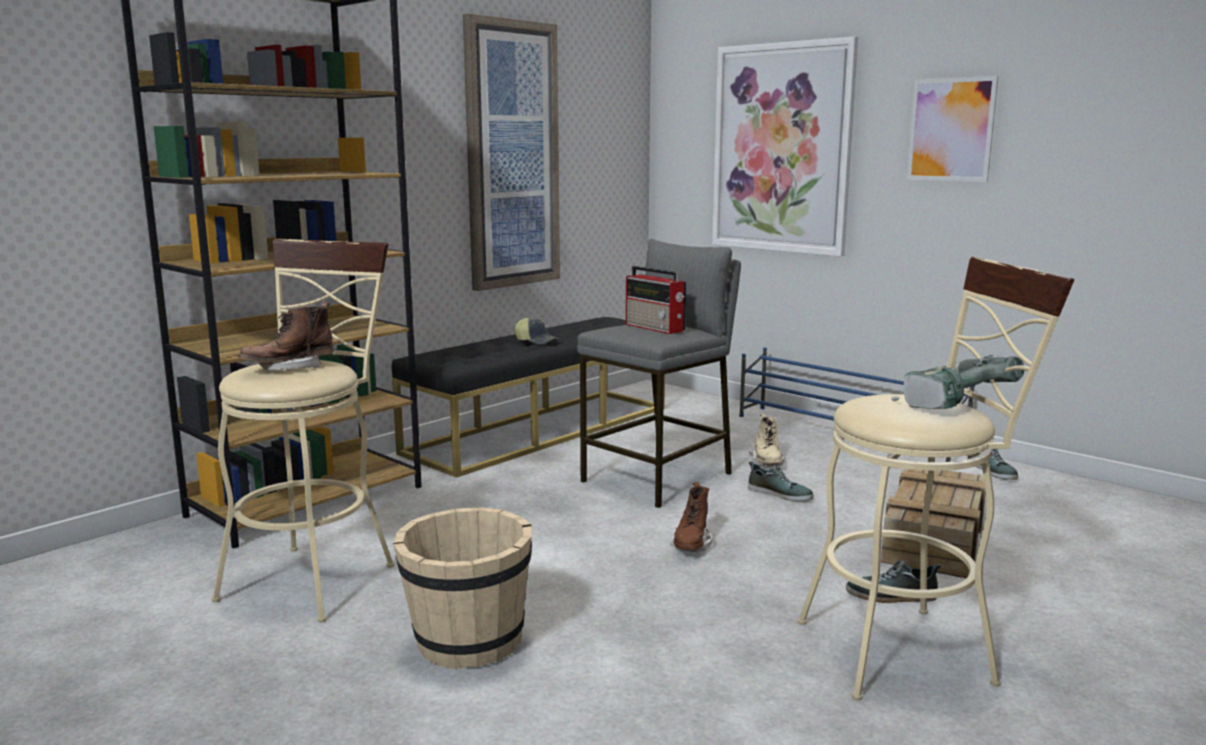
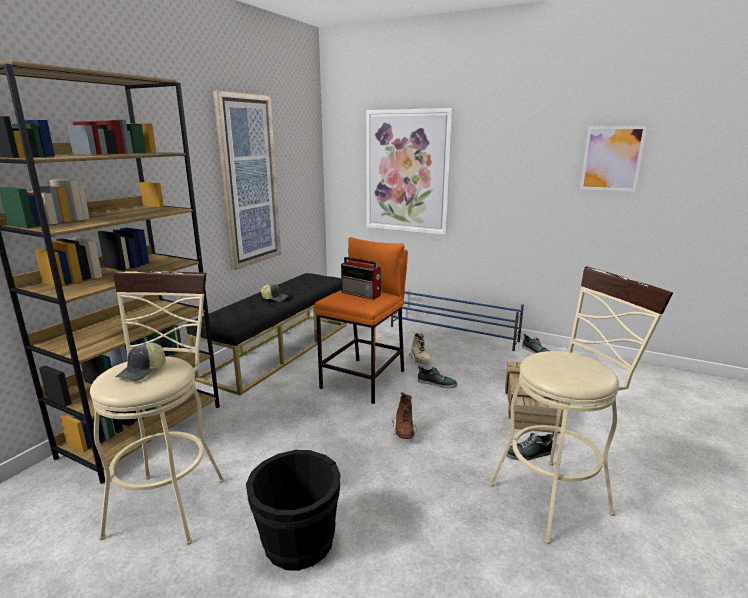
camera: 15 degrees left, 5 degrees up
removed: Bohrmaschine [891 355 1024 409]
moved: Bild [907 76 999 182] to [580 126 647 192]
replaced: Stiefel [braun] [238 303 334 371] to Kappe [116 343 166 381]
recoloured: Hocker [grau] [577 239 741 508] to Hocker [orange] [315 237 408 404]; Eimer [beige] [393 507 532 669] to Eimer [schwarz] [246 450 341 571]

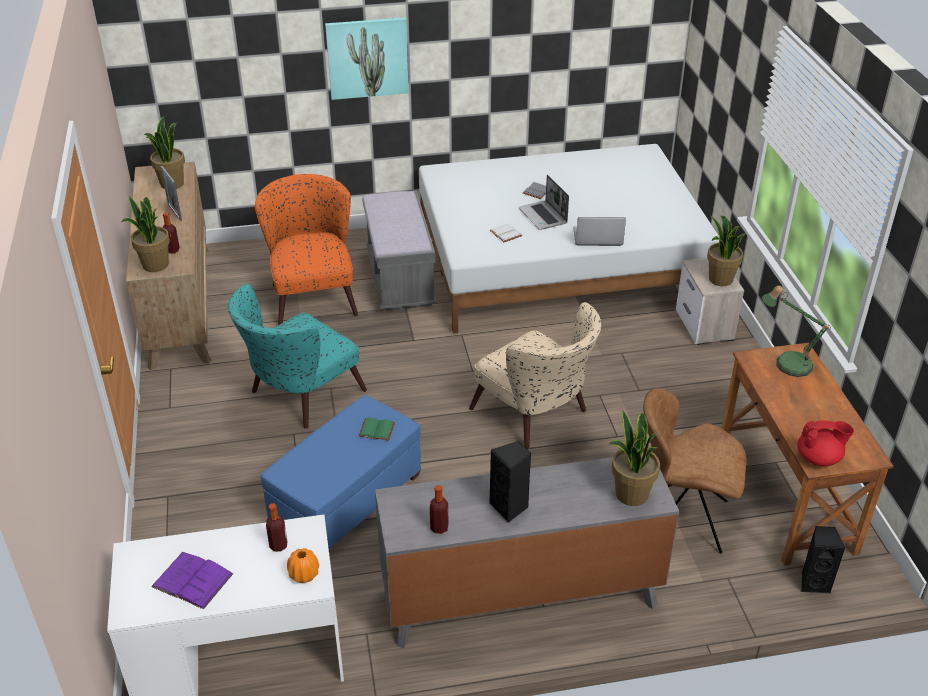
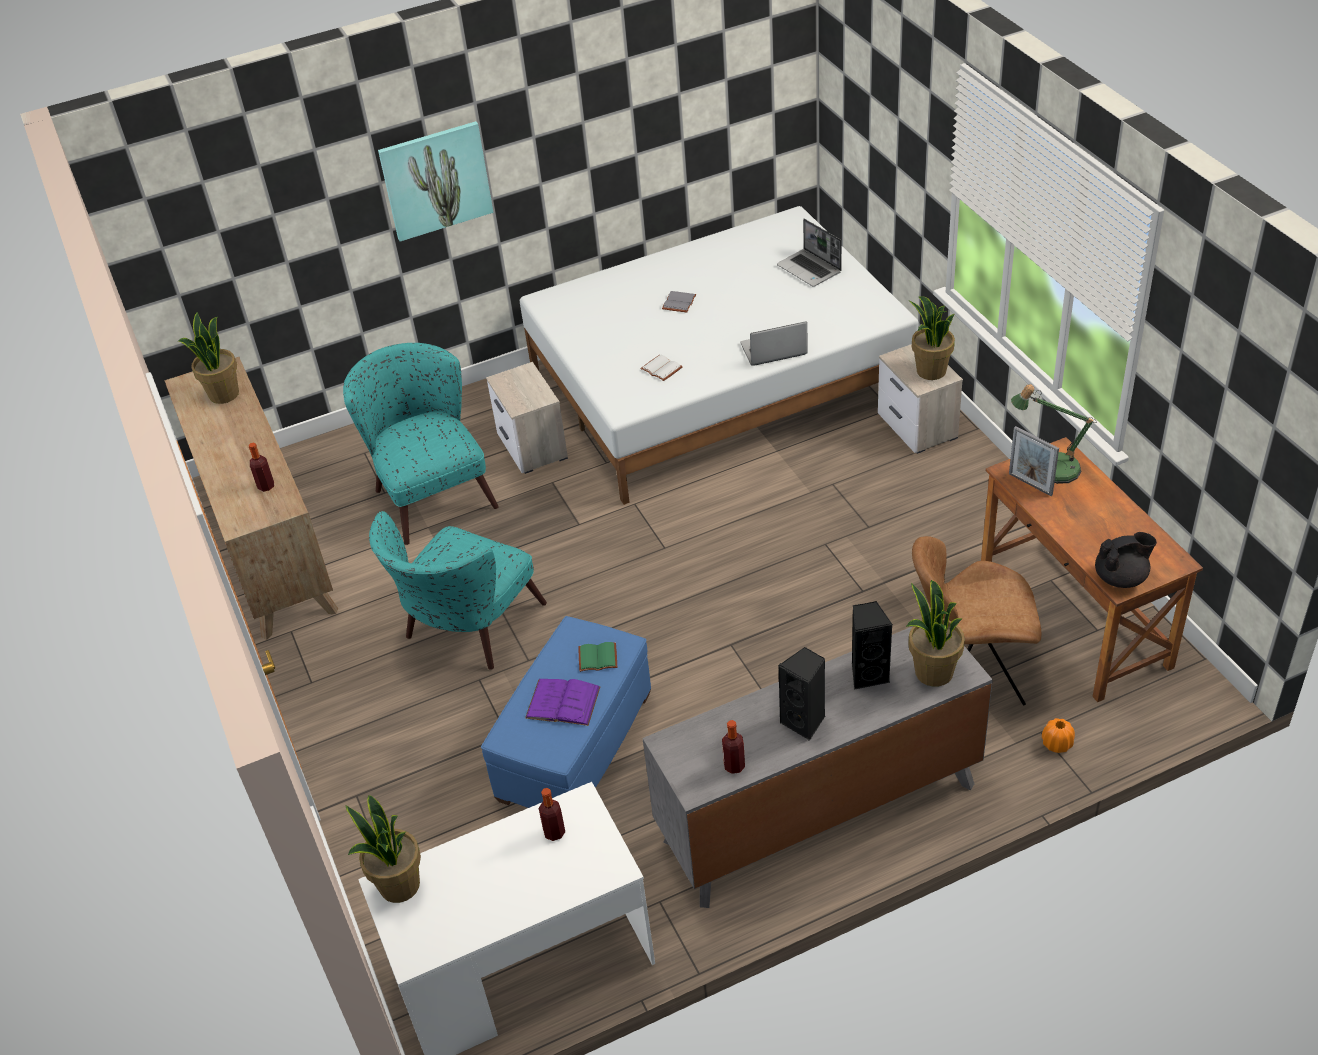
camera: 10 degrees left, 5 degrees up
removed: Sessel [beige] [469 302 601 449]
moved: Bilderrahmen [161 166 182 221] to [1009 426 1059 496]; Laptop [519 175 569 230] to [777 219 842 287]; Topfpflanze [121 196 170 272] to [345 795 421 903]; Lautsprecher [schwarz] [801 526 845 593] to [852 601 893 690]; Vase [orange] [287 548 319 583] to [1042 718 1075 753]; Buch [lila] [151 552 233 610] to [525 679 601 726]
replaced: Bank [grau] [362 190 436 311] to Nachttisch [486 362 568 474]
recoloured: Sessel [orange] [255 174 358 325] to Sessel [türkis] [343 343 499 545]; Teekanne [rot] [797 420 854 466] to Teekanne [schwarz] [1095 532 1157 588]

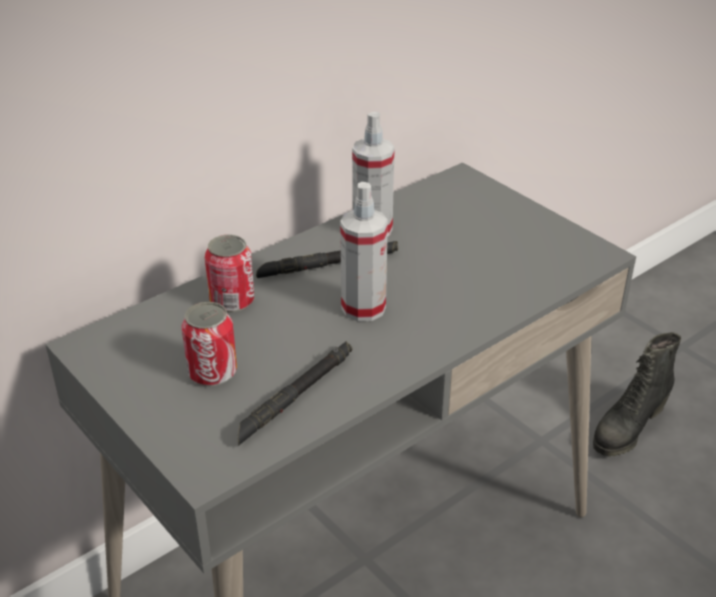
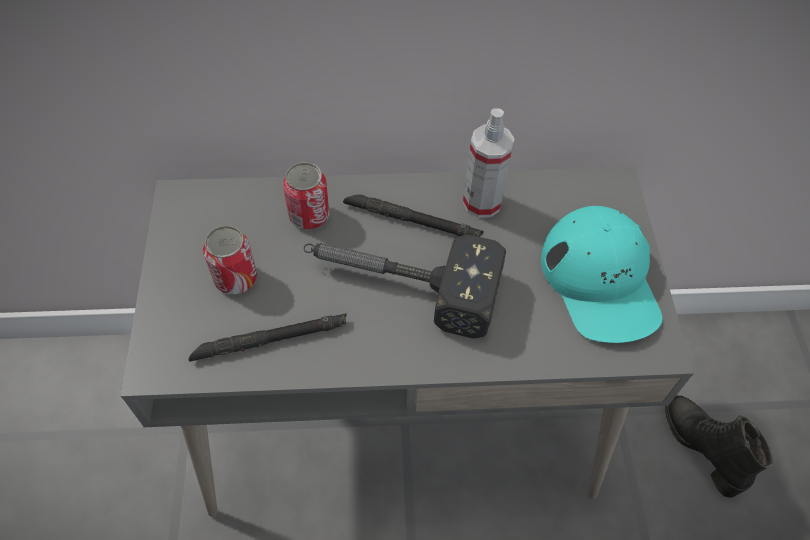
camera: 35 degrees right, 20 degrees up
added: Kappe [türkis] [541 206 662 343]
replaced: Sprühflasche [340 182 388 322] to Hammer [303 234 506 338]
turned: Stiefel [schwarz] [593 332 681 457] = [665 396 773 498] 75 degrees clockwise

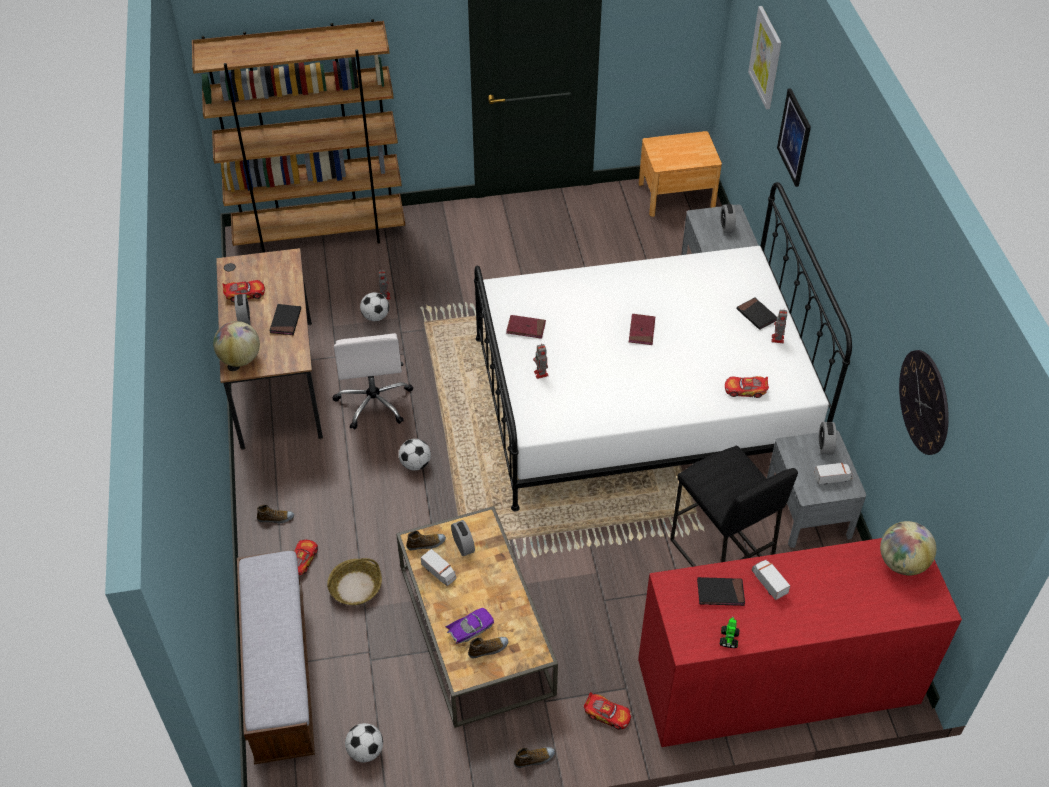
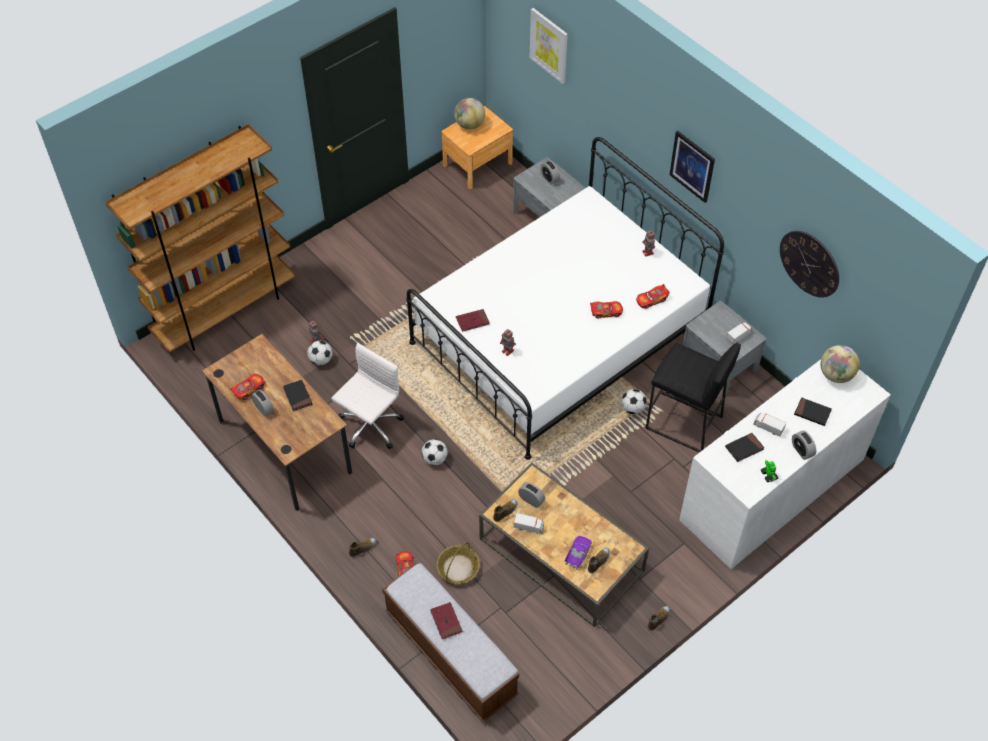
camera: 30 degrees left, 5 degrees up
moved: Bild [777 88 811 187] to [669 131 715 203]; Buch [schwarz] [737 298 777 330] to [794 398 832 426]; Buch [rot] [629 314 655 345] to [430 602 463 639]; Globus [213 321 260 367] to [454 98 485 130]; Wecker [819 422 836 455] to [792 431 816 460]; Spielzeugauto [584 692 631 730] to [590 301 623 319]; Fußball [345 723 383 762] to [621 389 647 414]
recoloured: Kommode [rot] [638 538 962 747] to Kommode [weiß] [679 359 891 569]
turned: Bürostuhl [weiß] [333 333 413 430] = [332 343 404 449] 105 degrees counterclockwise

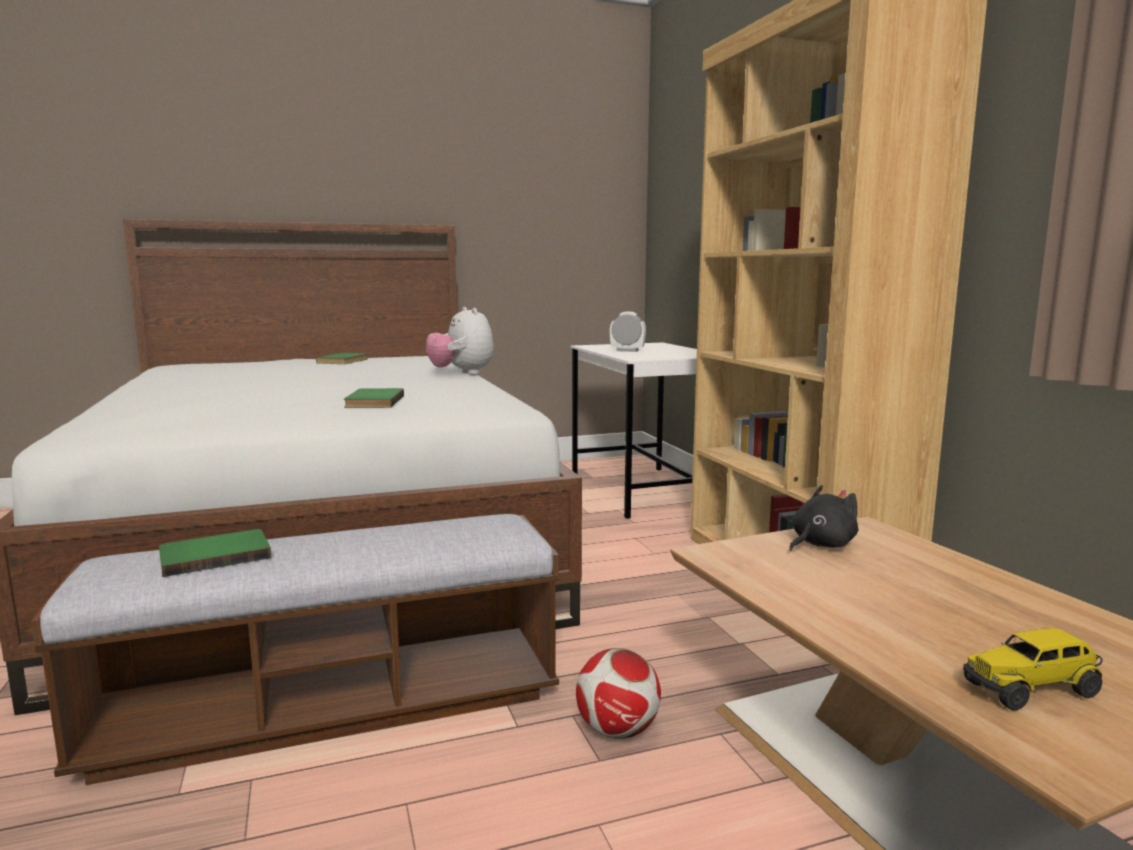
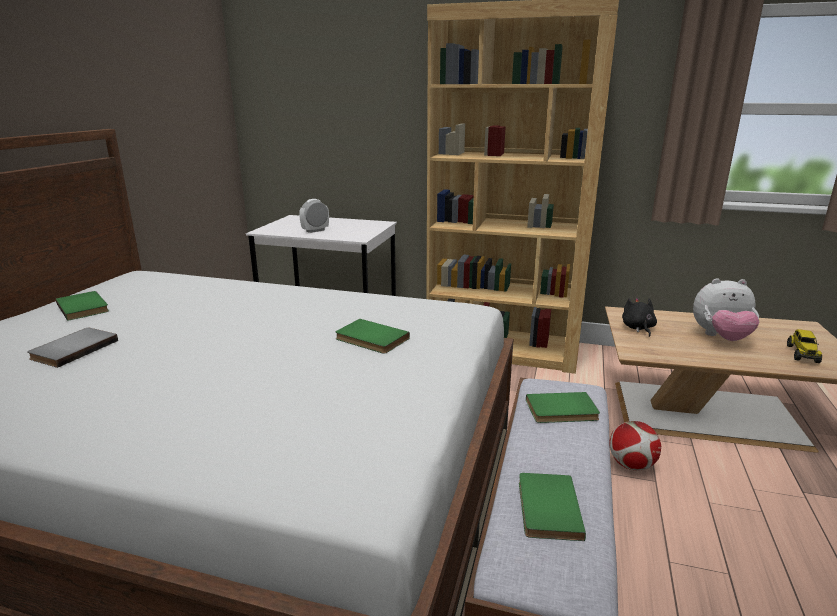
camera: 55 degrees left, 10 degrees up
added: Buch [grau] [28 328 118 368]; Buch [grün] [526 392 600 423]
moved: Plüschtier [426 307 494 375] to [693 278 759 341]

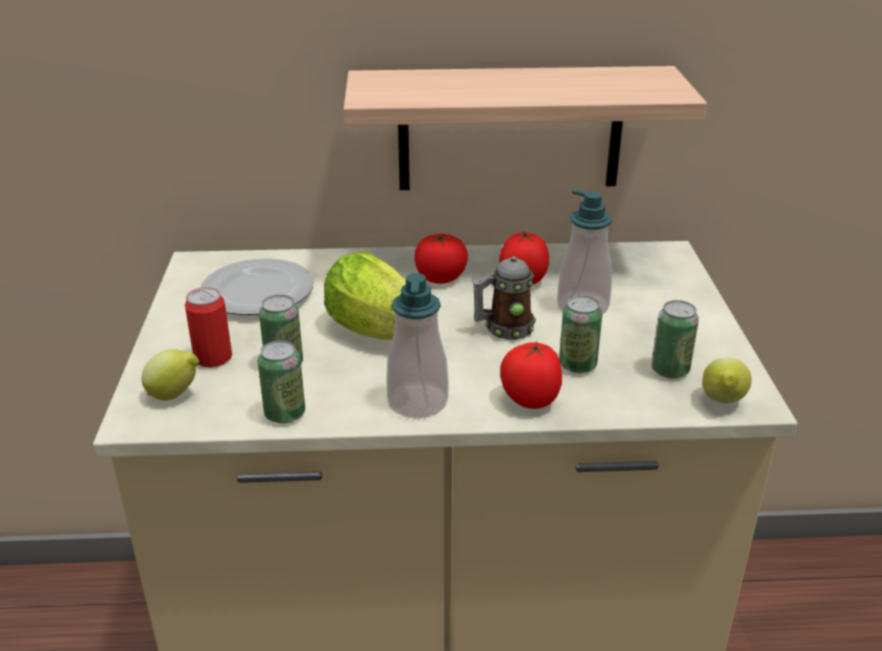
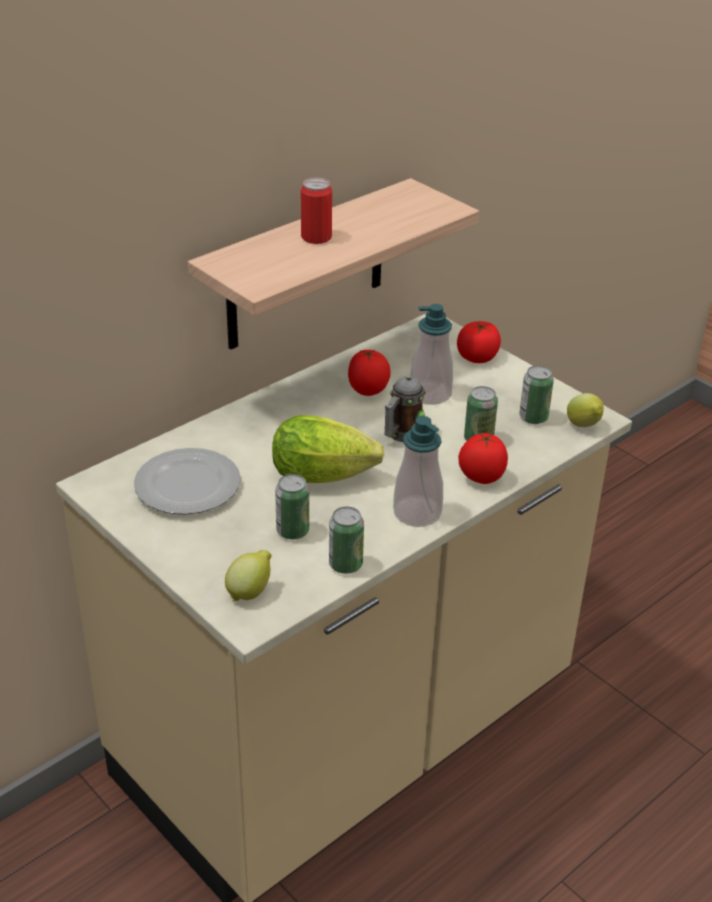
camera: 40 degrees left, 5 degrees up
moved: Tomate [414 234 468 284] to [457 321 501 363]; Dose [185 287 232 367] to [301 177 332 244]

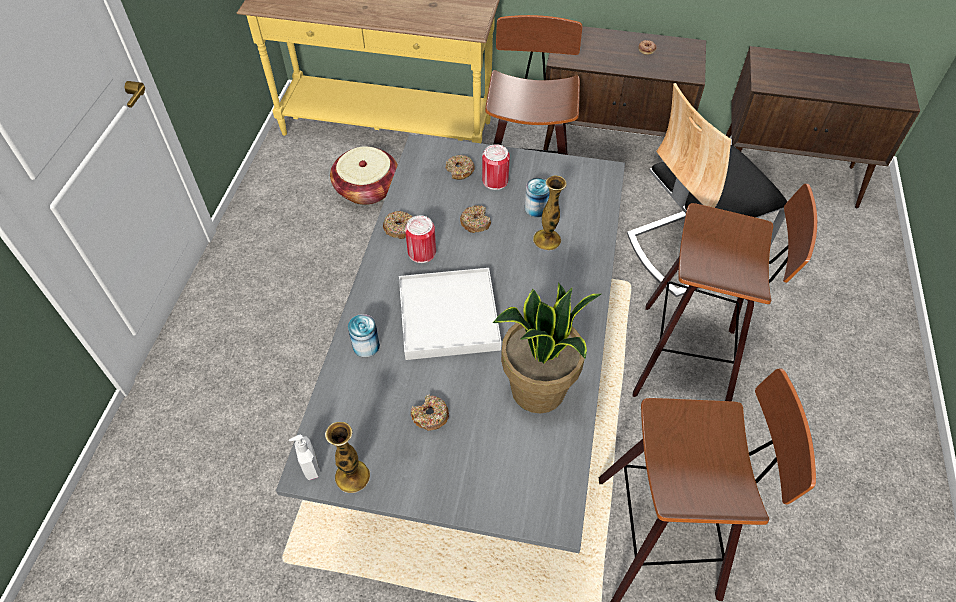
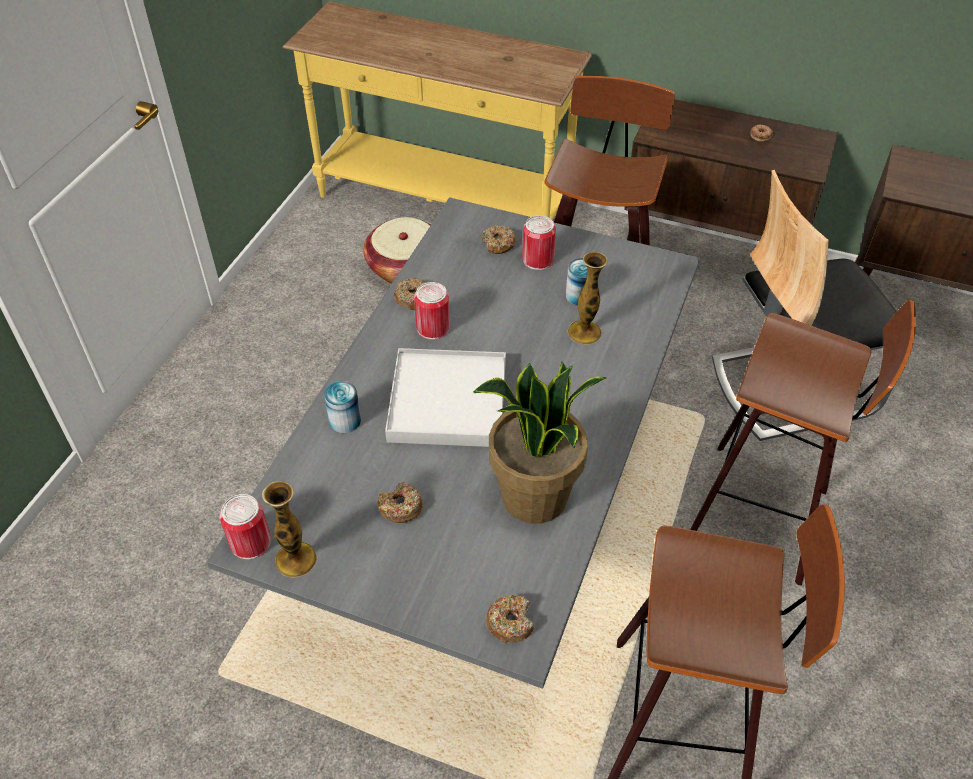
camera: 10 degrees right, 5 degrees down
moved: Donut [460 205 491 233] to [486 595 534 642]
replaced: Seifenspender [289 435 320 480] to Dose [220 494 271 560]

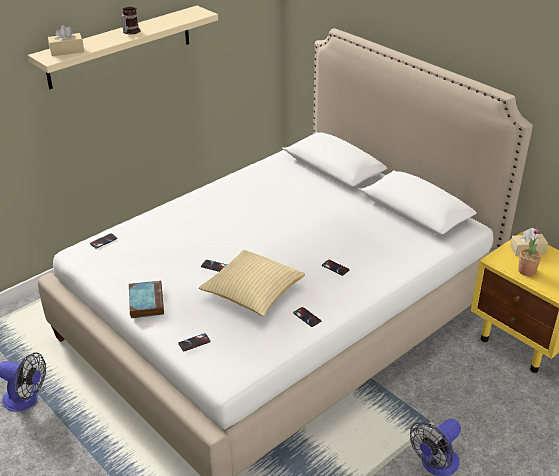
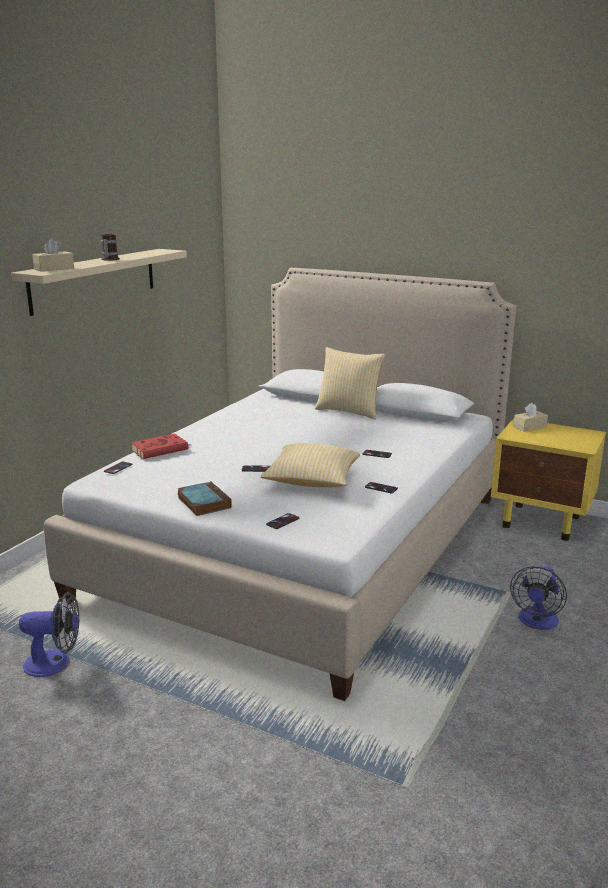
camera: 20 degrees left, 15 degrees down
removed: Topfpflanze [518 228 541 276]
added: Kissen [315 347 386 419]; Buch [rot] [131 434 191 459]

